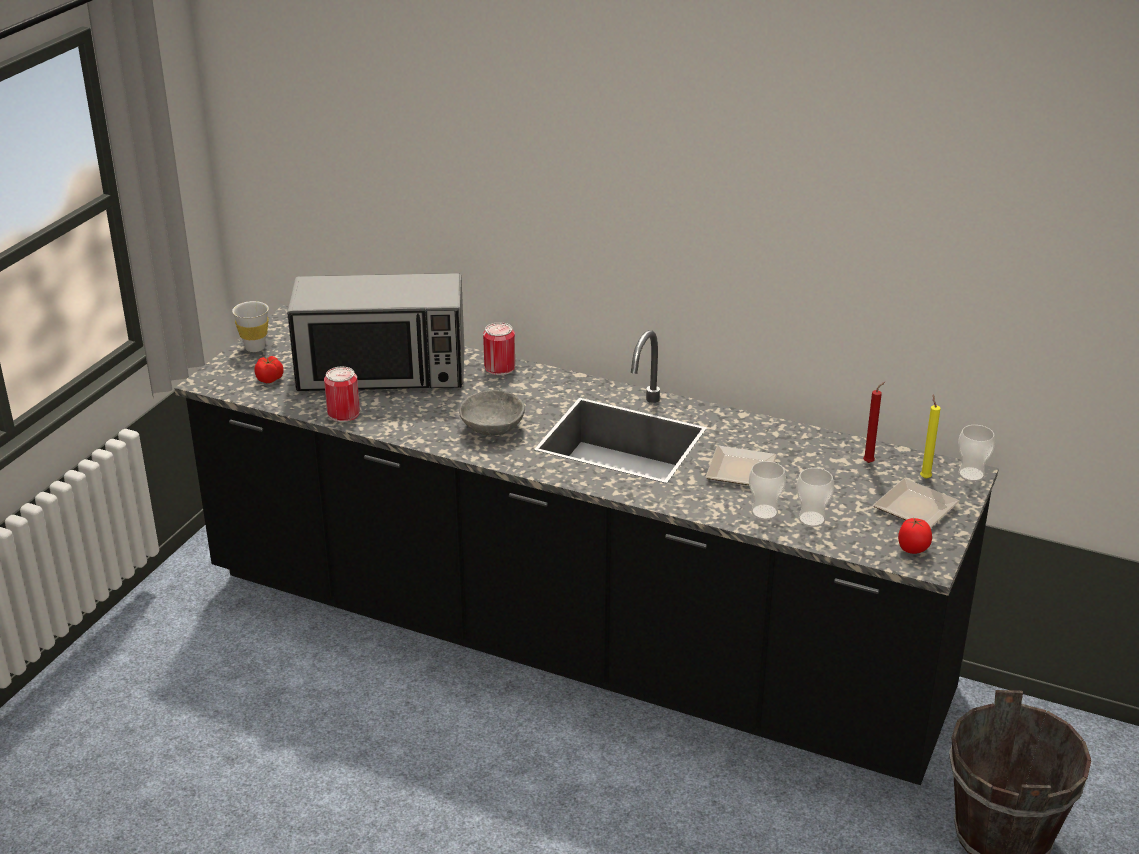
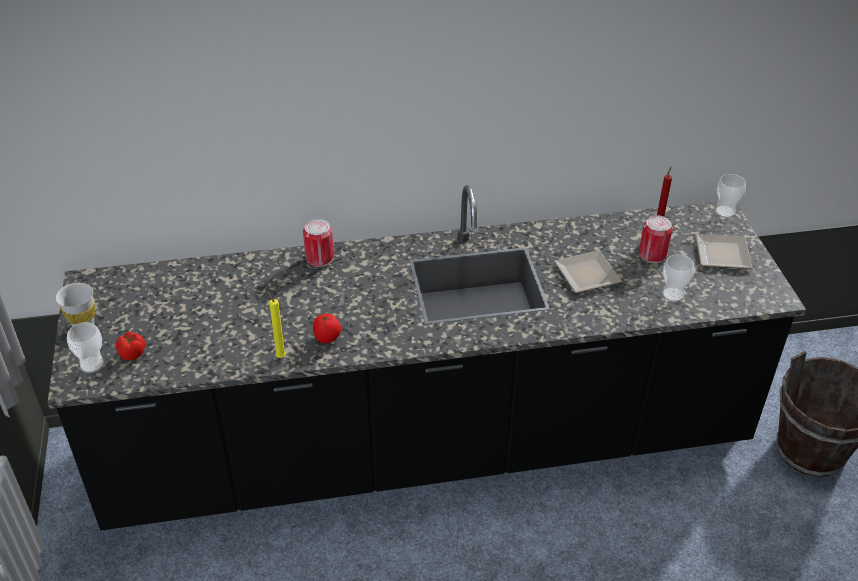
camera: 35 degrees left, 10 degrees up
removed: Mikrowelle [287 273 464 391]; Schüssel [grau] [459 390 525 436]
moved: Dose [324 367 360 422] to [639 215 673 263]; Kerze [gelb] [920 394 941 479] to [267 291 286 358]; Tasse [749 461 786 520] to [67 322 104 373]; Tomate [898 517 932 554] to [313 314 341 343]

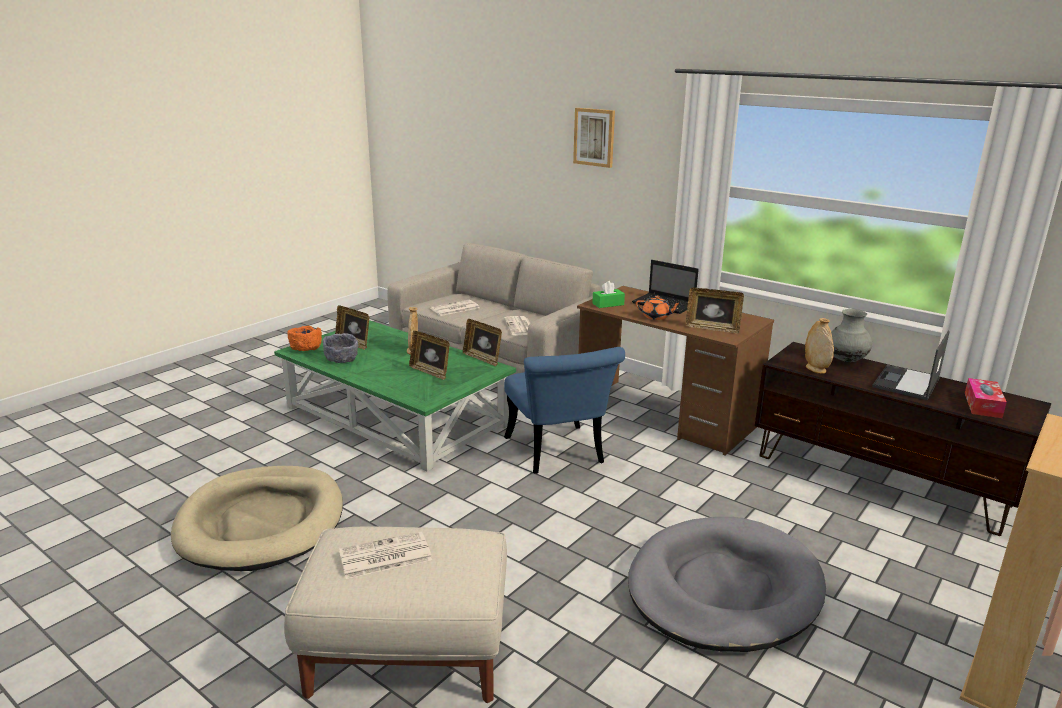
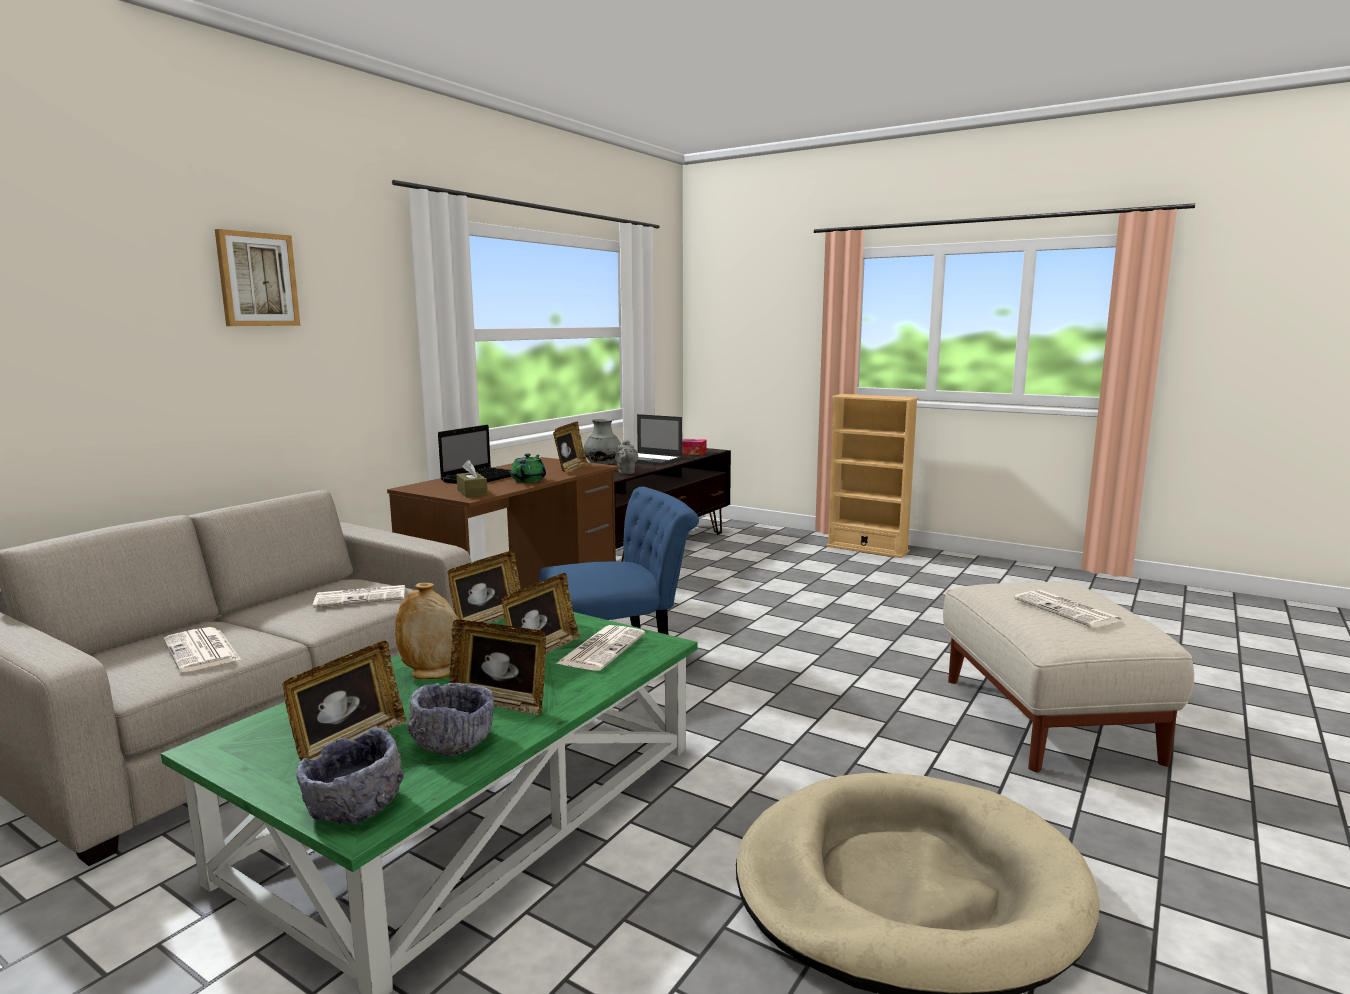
camera: 95 degrees left, 10 degrees down
removed: Hundebett [grau] [628 517 826 652]
added: Bilderrahmen [449 619 546 715]; Zeitung [556 625 645 671]
replaced: Vase [beige] [805 318 834 374] to Teekanne [grau] [615 439 638 474]
recoloured: Taschentuchbox [grün] [592 281 625 308] to Taschentuchbox [braun] [456 460 488 498]; Teekanne [orange] [636 296 681 320] to Teekanne [grün] [511 453 546 483]; Schüssel [orange] [287 326 322 351] to Schüssel [grau] [296 727 404 825]

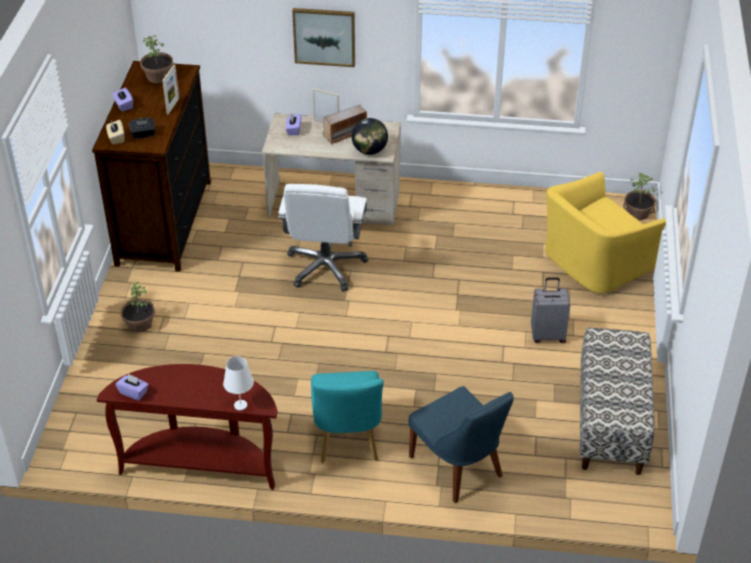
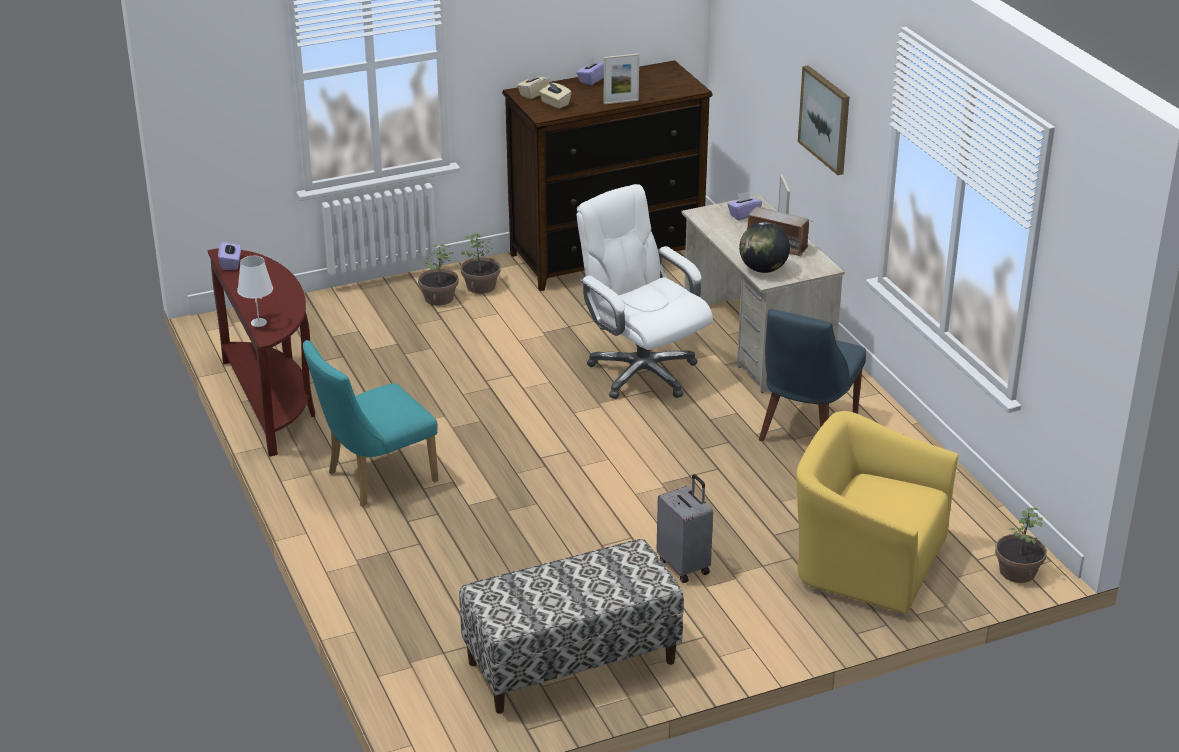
camera: 60 degrees right, 10 degrees down
moved: Topfpflanze [140 35 173 83] to [461 233 500 294]; Stuhl [blau] [408 386 514 503] to [759 309 866 441]
recoloured: Taschentuchbox [schwarz] [129 118 155 139] to Taschentuchbox [beige] [539 82 572 109]
turned: Bürostuhl [weiß] [278 184 368 291] = [576 184 713 399] 75 degrees clockwise

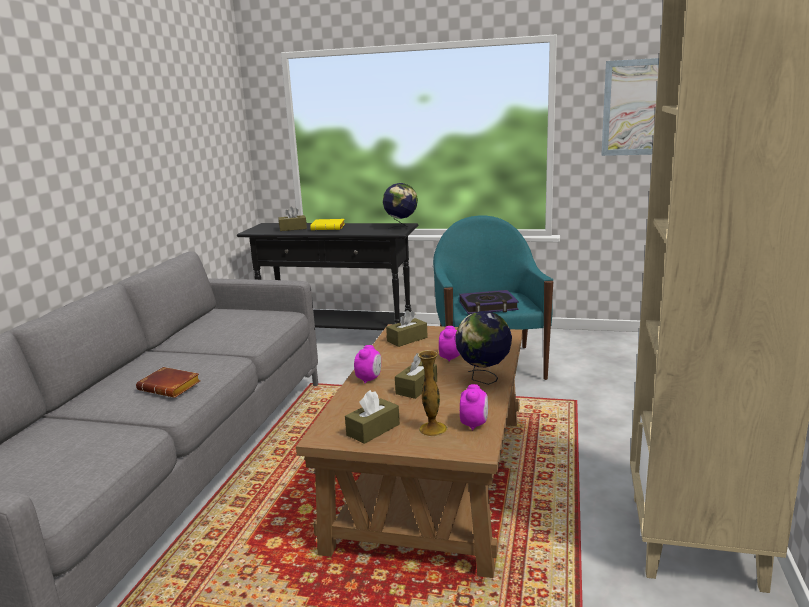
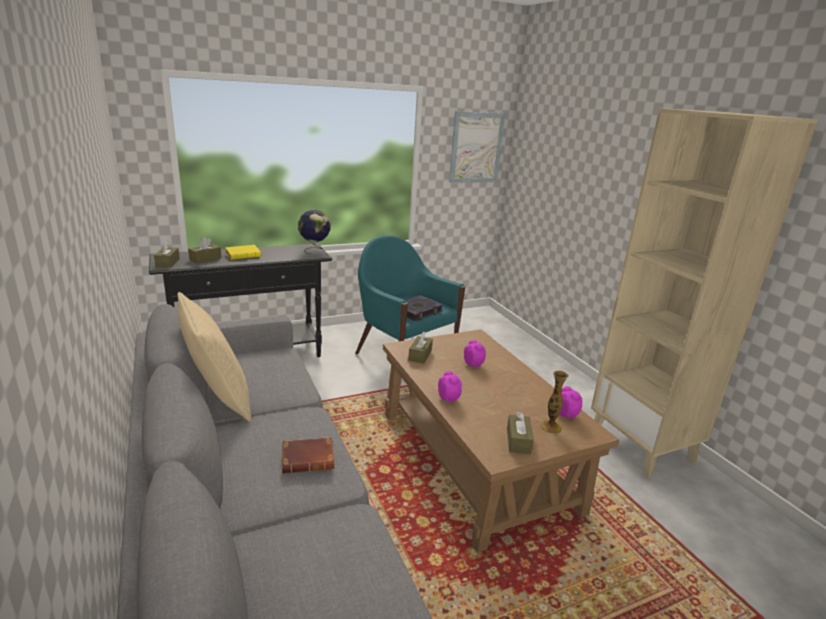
camera: 40 degrees left, 5 degrees up
removed: Globus [455 311 512 385]
added: Kissen [beige] [178 292 252 422]
moved: Taschentuchbox [braun] [395 353 437 399] to [154 240 180 268]

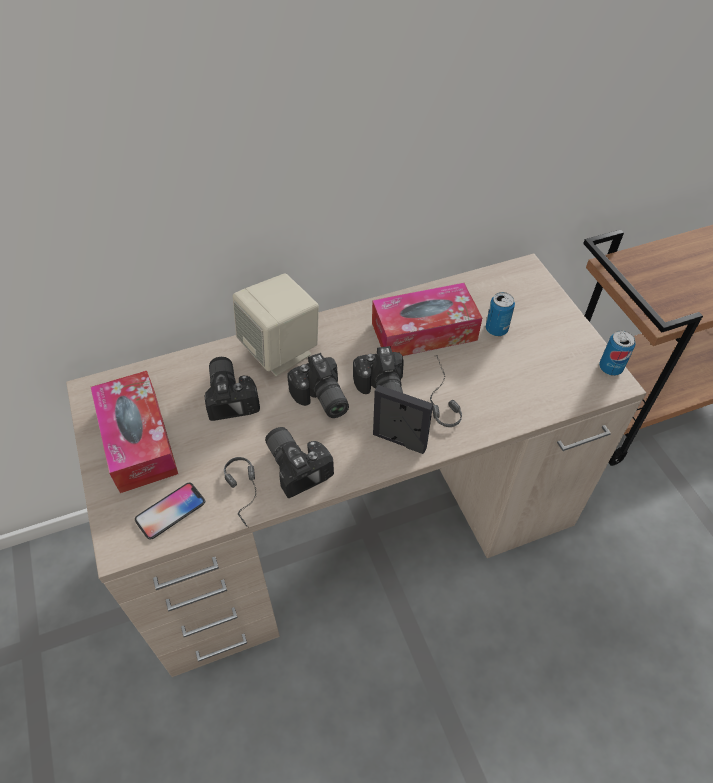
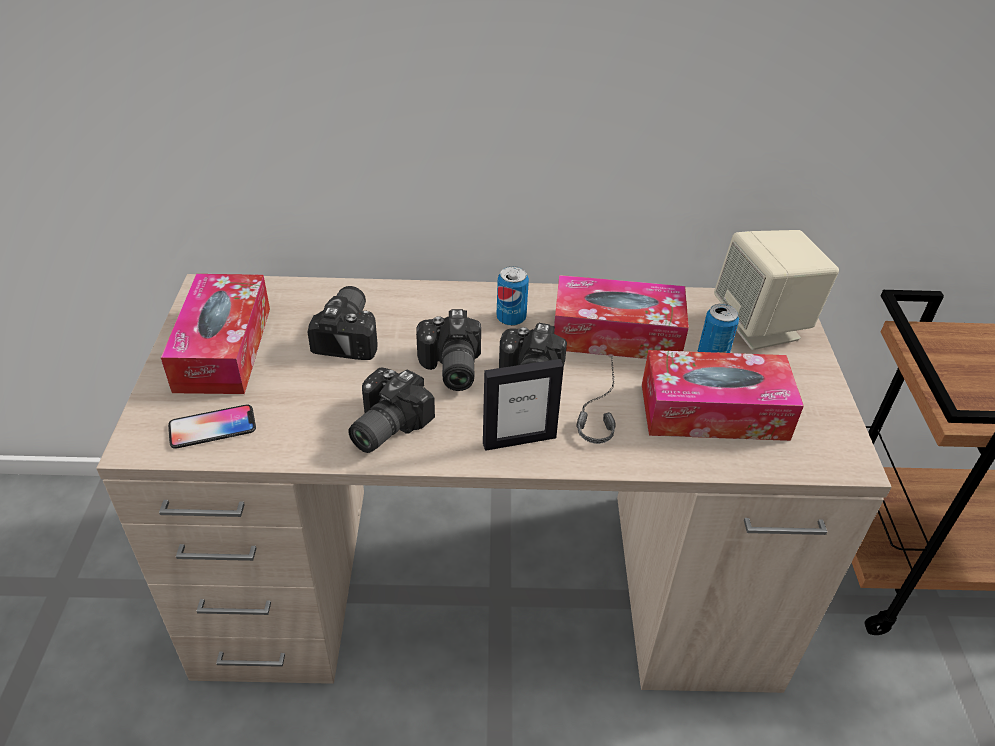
camera: 20 degrees right, 10 degrees down
removed: Kopfhörer [224 457 257 528]
added: Taschentuchbox [642 350 804 441]
moved: Lautsprecher [beige] [233 273 319 376] to [714 230 839 350]; Dose [599 330 636 376] to [496 266 529 326]
turned: Bilderrahmen [373 385 433 454] = [483 359 564 451] 120 degrees clockwise; Kamera [265 427 334 498] = [348 368 435 453] 135 degrees counterclockwise

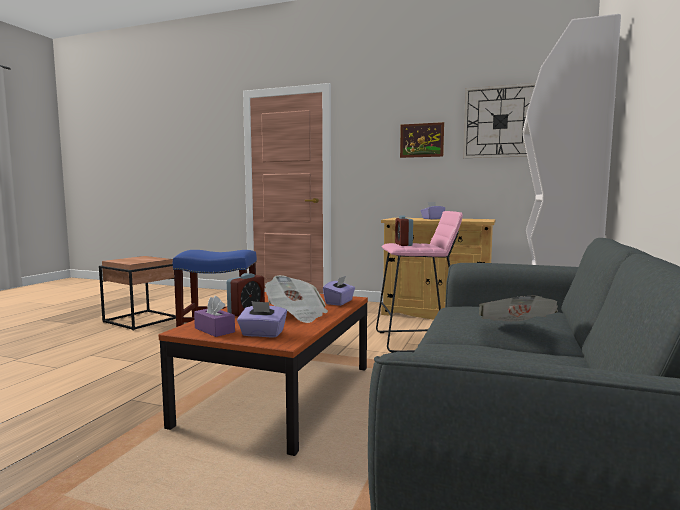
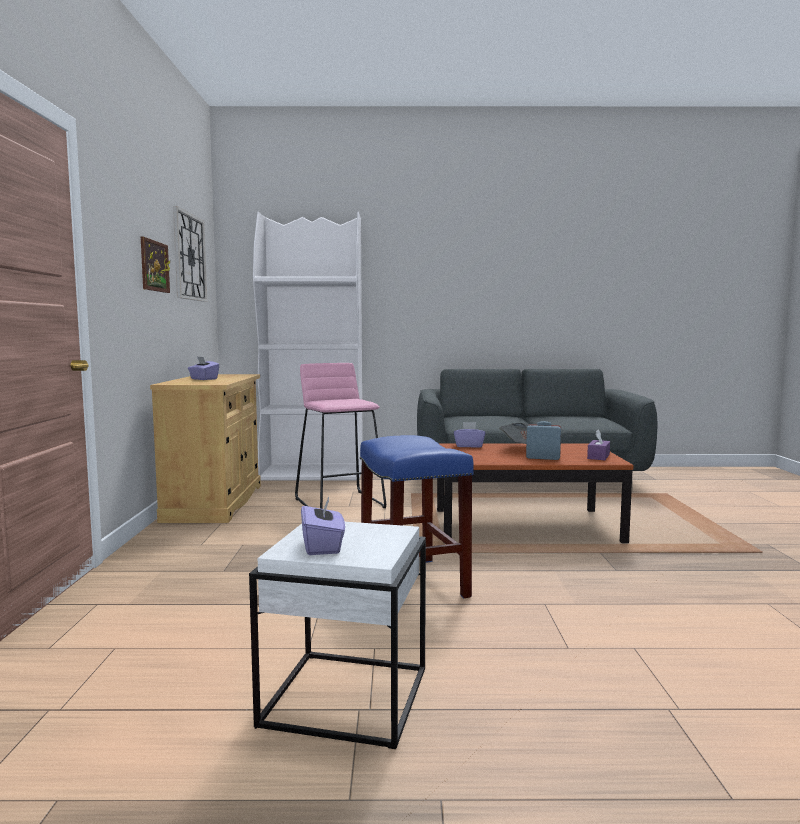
camera: 110 degrees left, 0 degrees up
removed: Wecker [395 216 413 246]; Zeitung [479 295 558 321]
moved: Taschentuchbox [lila] [237 301 287 337] to [301 496 345 555]
recoloured: Beistelltisch [braun] [99 256 176 330] to Beistelltisch [weiß] [249 522 426 749]

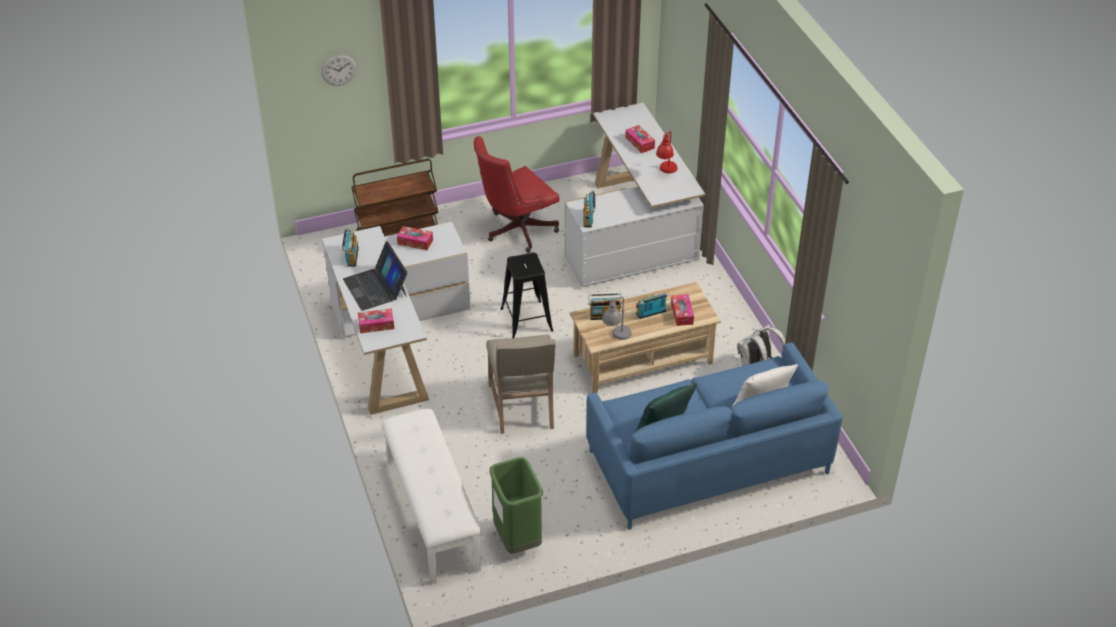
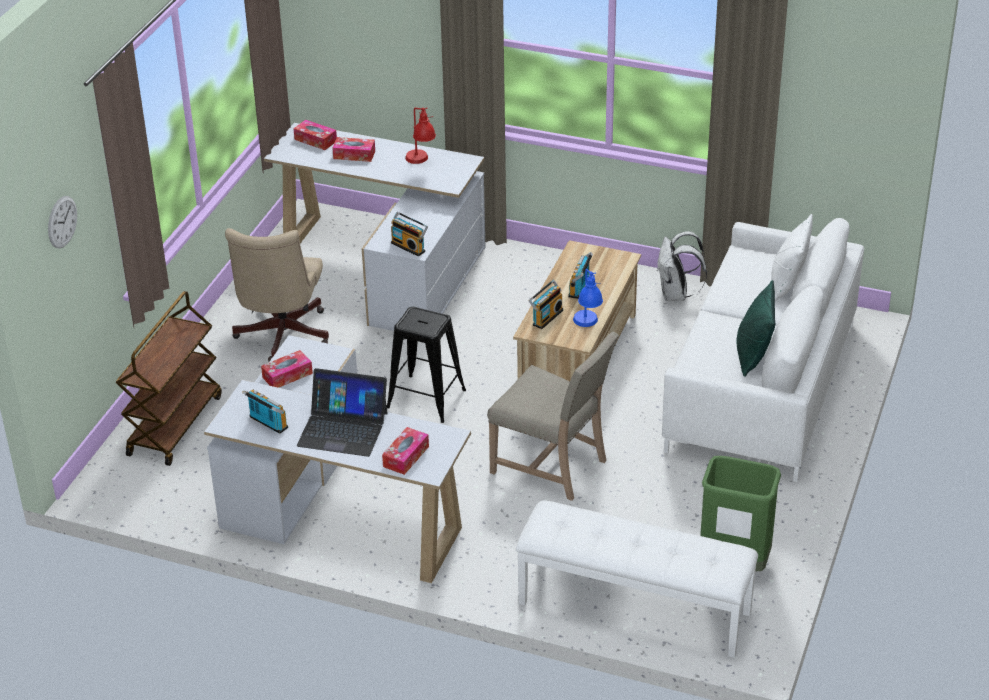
camera: 50 degrees left, 5 degrees down
moved: Taschentuchbox [671 294 694 326] to [293 120 337 150]
recoloured: Bürostuhl [rot] [474 136 559 253] to Bürostuhl [beige] [225 228 329 362]; Tischlampe [grau] [602 297 632 340] to Tischlampe [blau] [573 269 603 327]; Sofa [blau] [587 343 843 530] to Sofa [weiß] [662 218 864 482]

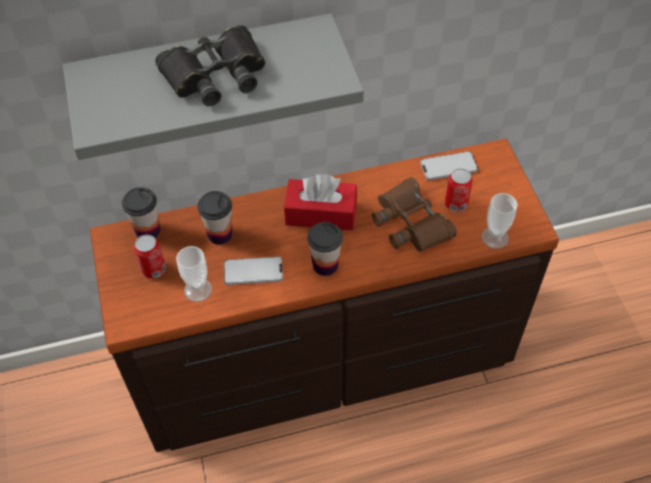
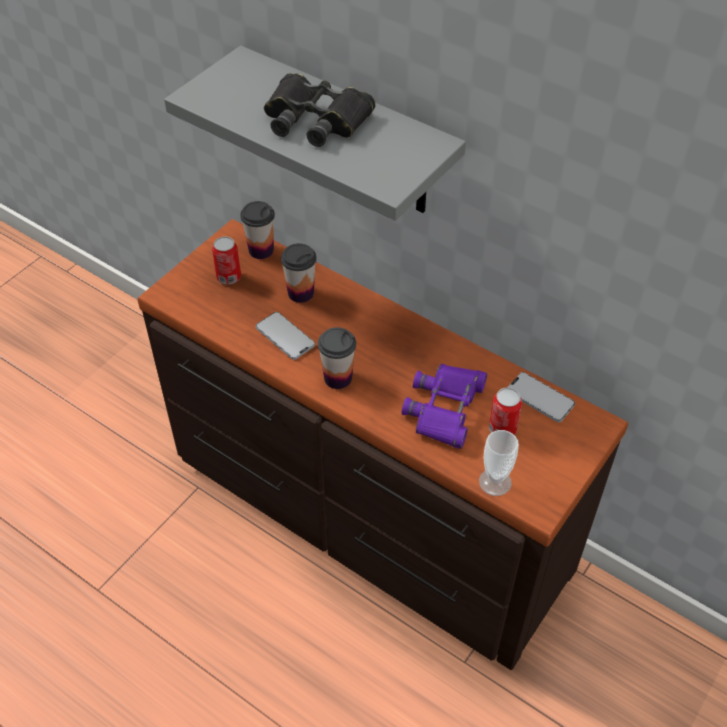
camera: 50 degrees right, 5 degrees down
removed: Taschentuchbox [rot] [284 174 357 230]; Tasse [176 246 212 302]
recoloured: Fernglas [braun] [372 177 457 252] to Fernglas [lila] [402 364 487 449]

